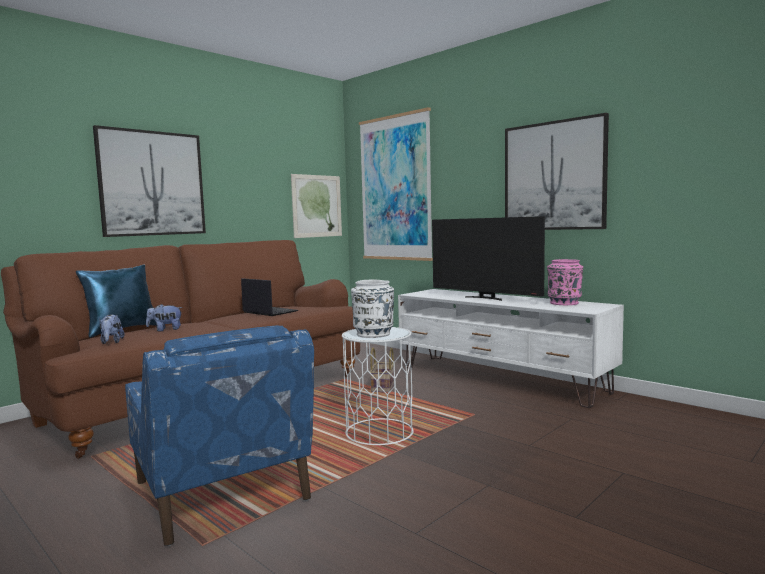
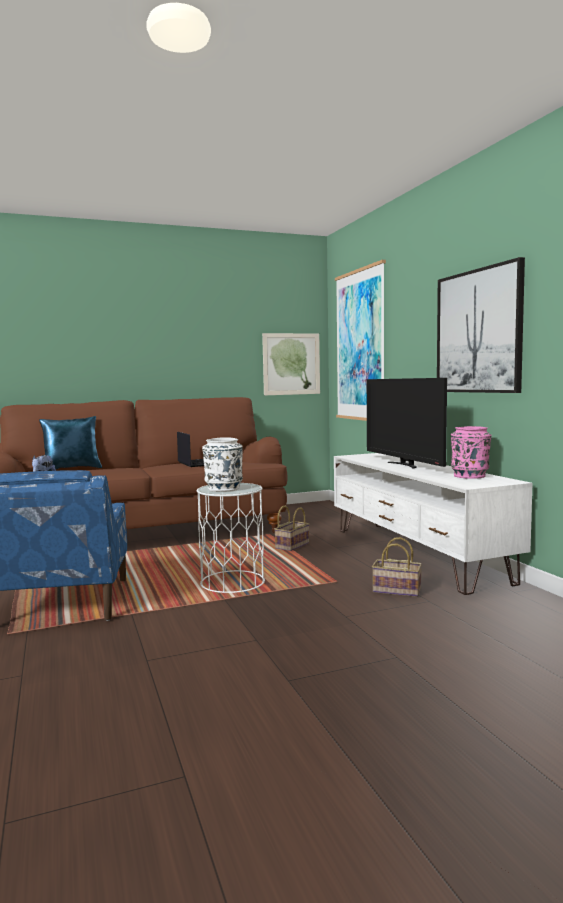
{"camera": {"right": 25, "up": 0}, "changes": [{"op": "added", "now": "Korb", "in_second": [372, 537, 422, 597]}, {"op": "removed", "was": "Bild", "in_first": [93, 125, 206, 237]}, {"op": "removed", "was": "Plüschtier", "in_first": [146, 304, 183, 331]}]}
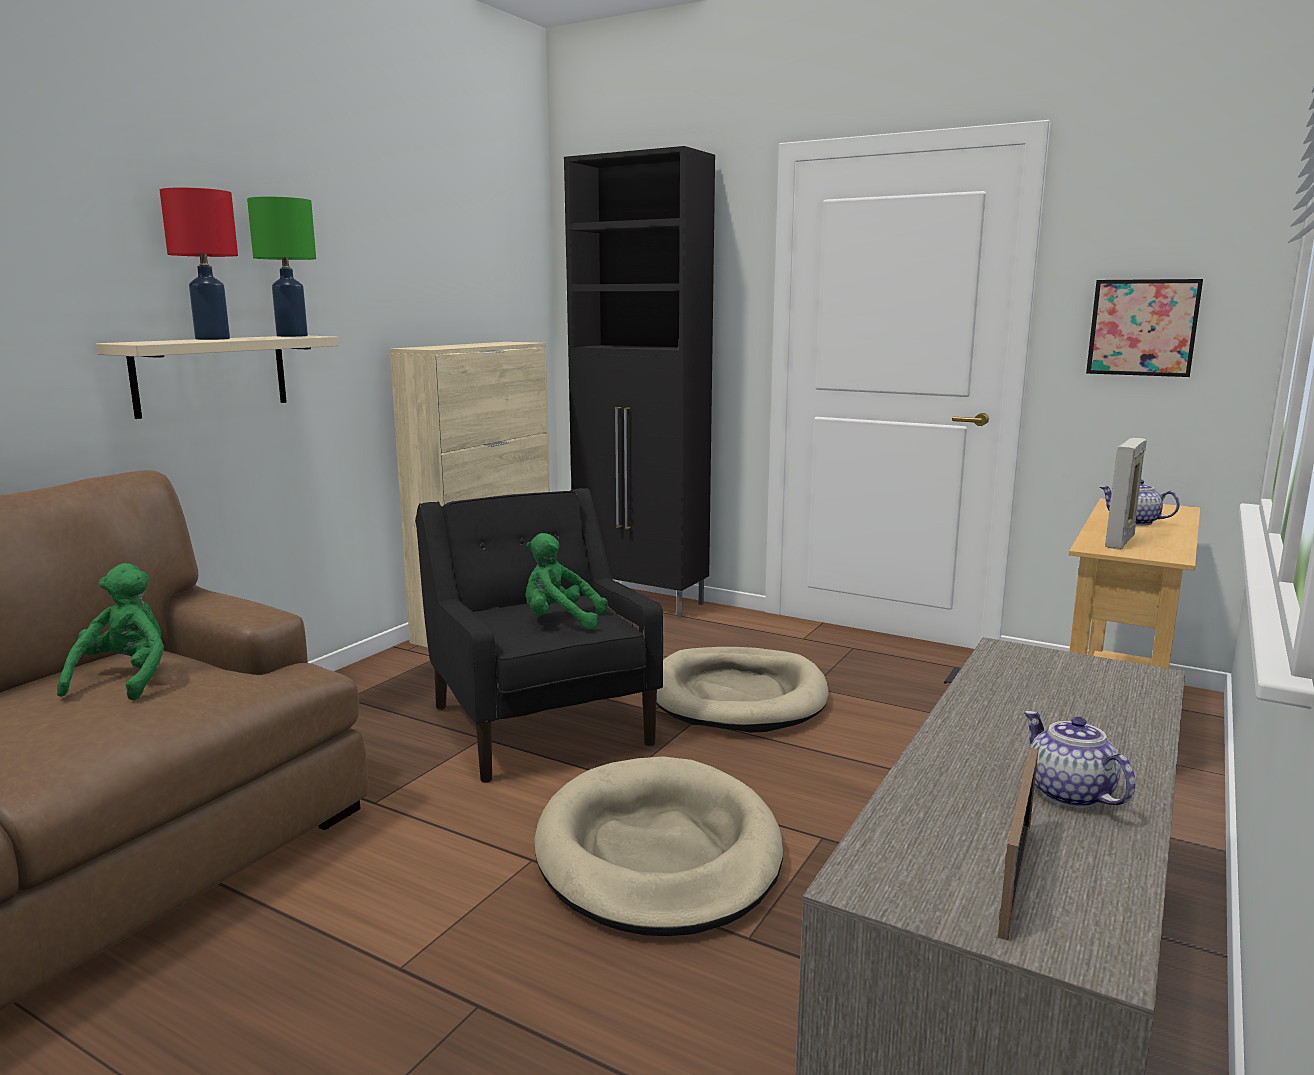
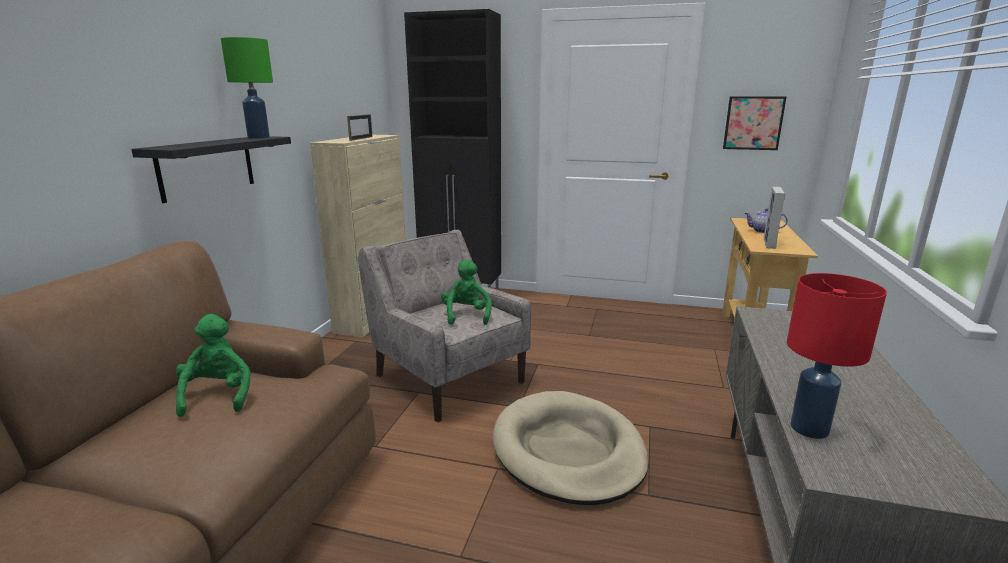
{"camera": {"right": -15, "up": 5}, "changes": [{"op": "recoloured", "was": "Wandregal [beige]", "now": "Wandregal [schwarz]", "in_first": [96, 336, 338, 419], "in_second": [131, 136, 291, 203]}, {"op": "moved", "was": "Bilderrahmen", "in_first": [998, 747, 1038, 940], "in_second": [347, 114, 373, 141]}, {"op": "recoloured", "was": "Sessel [schwarz]", "now": "Sessel [beige]", "in_first": [415, 488, 663, 783], "in_second": [357, 229, 531, 422]}, {"op": "turned", "was": "Plüschtier [grün]", "in_first": [525, 533, 608, 629], "in_second": [441, 259, 492, 325], "clockwise": 90}, {"op": "moved", "was": "Tischlampe [rot]", "in_first": [160, 188, 238, 340], "in_second": [787, 273, 887, 439]}, {"op": "removed", "was": "Hundebett [beige]", "in_first": [657, 647, 828, 733]}, {"op": "removed", "was": "Teekanne", "in_first": [1024, 711, 1135, 808]}]}
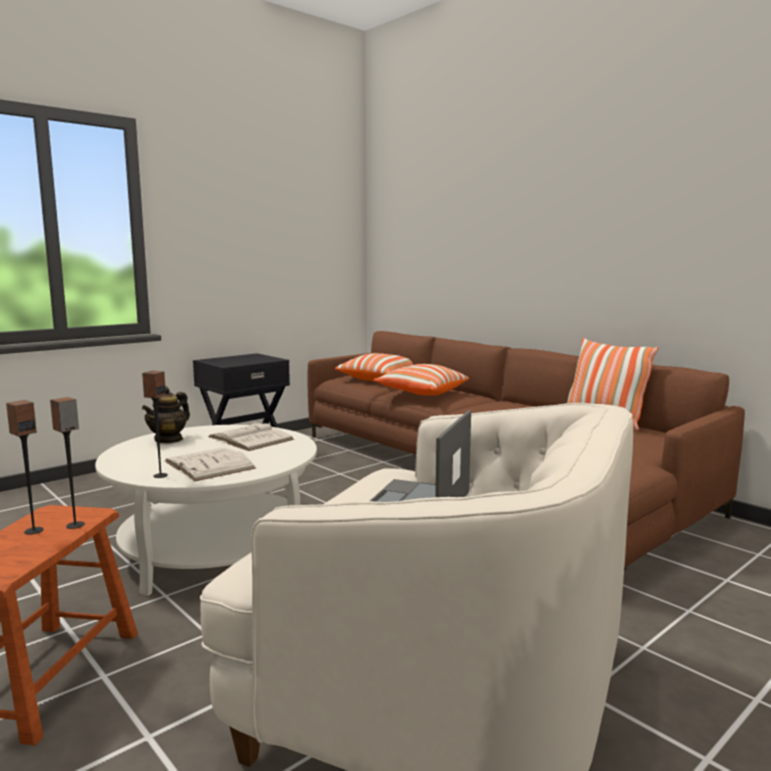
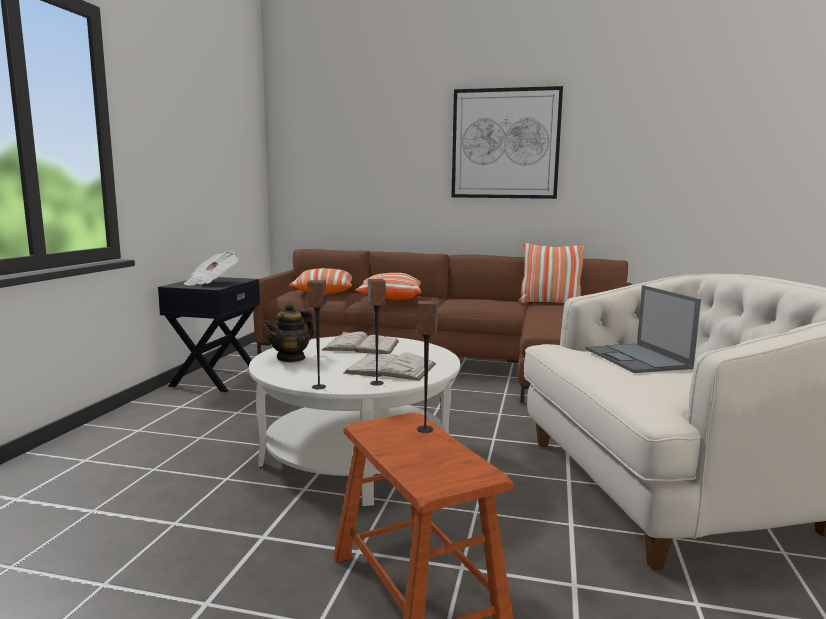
{"camera": {"right": -35, "up": 0}, "changes": [{"op": "added", "now": "Zeitung", "in_second": [184, 251, 239, 285]}, {"op": "turned", "was": "Teekanne", "in_first": [142, 386, 190, 443], "in_second": [264, 302, 314, 362], "clockwise": 45}, {"op": "moved", "was": "Lautsprecher", "in_first": [6, 400, 44, 535], "in_second": [307, 280, 326, 389]}, {"op": "added", "now": "Bild", "in_second": [451, 86, 563, 199]}]}
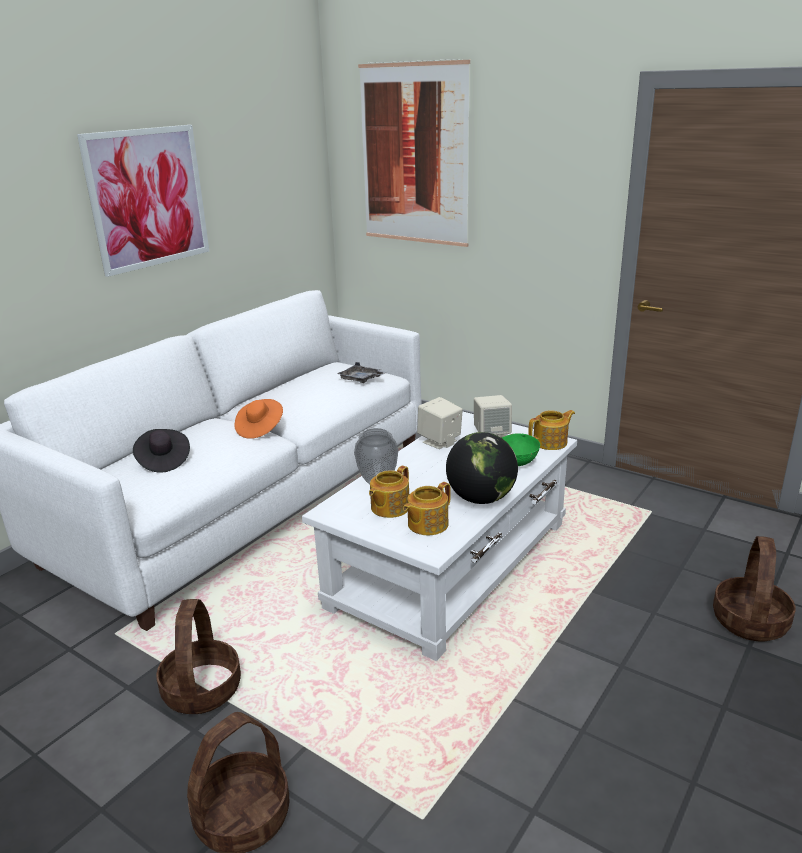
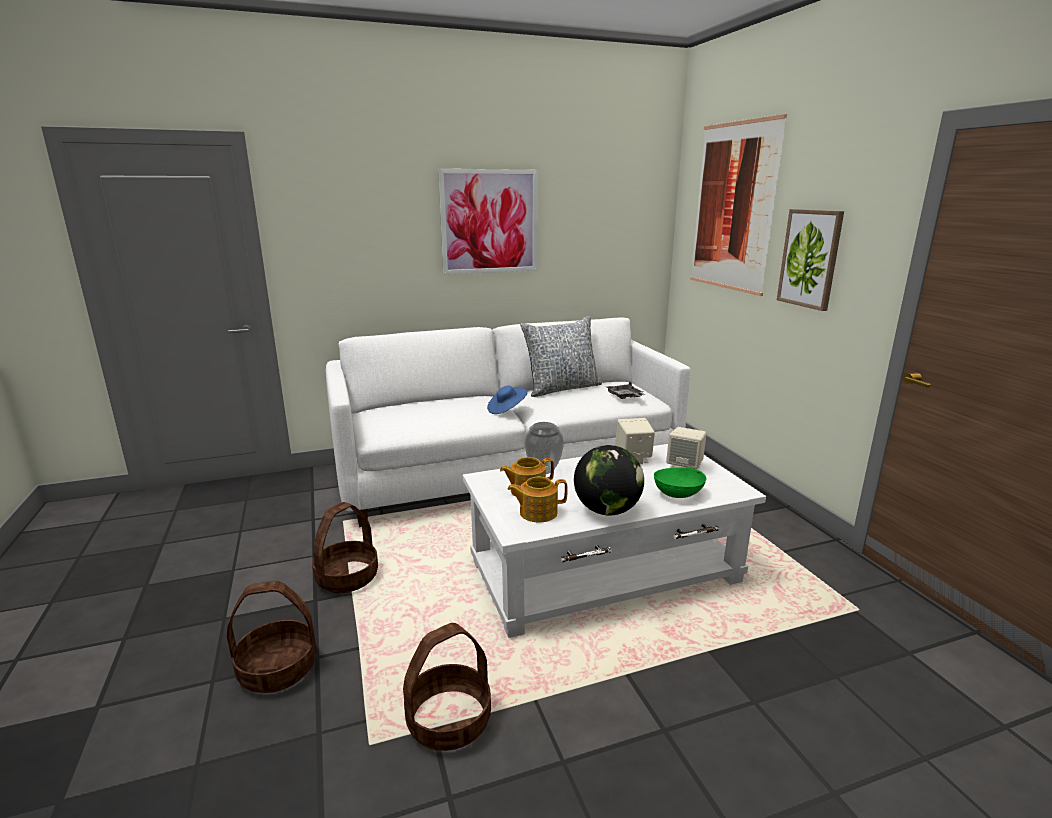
{"camera": {"right": 35, "up": -5}, "changes": [{"op": "moved", "was": "Korb", "in_first": [713, 536, 796, 641], "in_second": [403, 623, 491, 751]}, {"op": "recoloured", "was": "Hut [orange]", "now": "Hut [blau]", "in_first": [234, 399, 283, 439], "in_second": [487, 386, 527, 414]}, {"op": "added", "now": "Kissen", "in_second": [520, 316, 602, 397]}, {"op": "added", "now": "Bild", "in_second": [777, 209, 844, 311]}, {"op": "removed", "was": "Hut [schwarz]", "in_first": [133, 429, 190, 473]}, {"op": "removed", "was": "Teekanne", "in_first": [528, 410, 575, 450]}]}
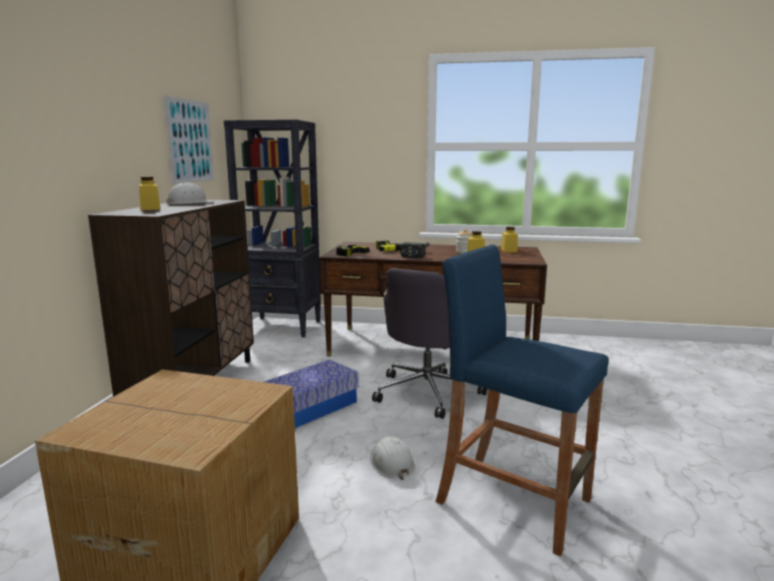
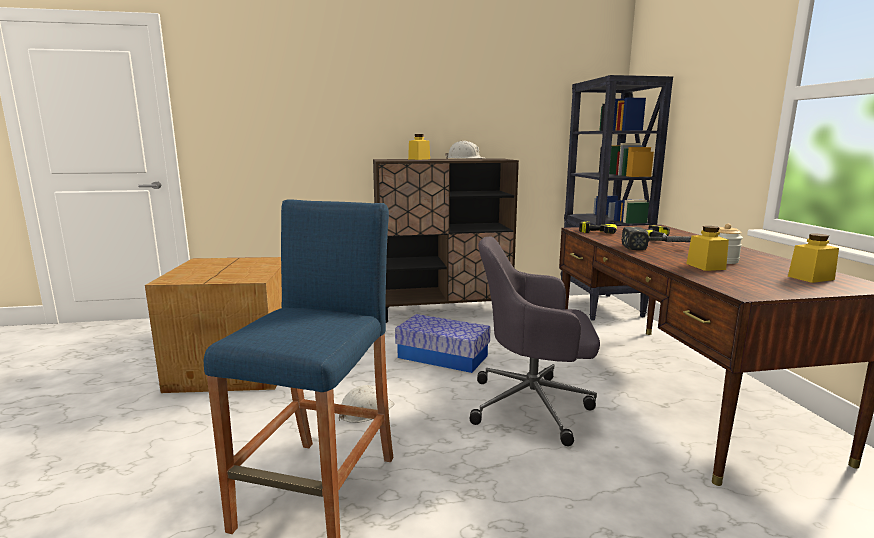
{"camera": {"right": 70, "up": 0}, "changes": [{"op": "removed", "was": "Bild", "in_first": [164, 95, 214, 184]}]}
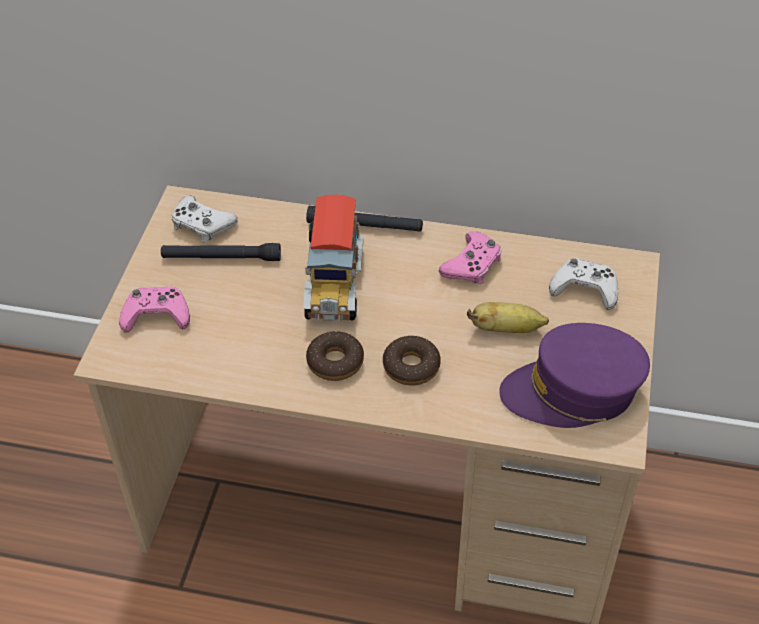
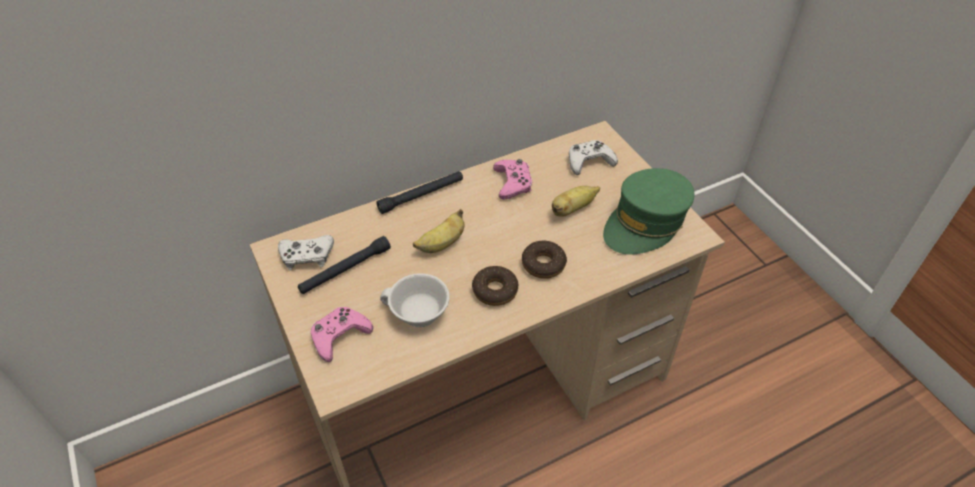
{"camera": {"right": -40, "up": 0}, "changes": [{"op": "added", "now": "Tasse [weiß]", "in_second": [380, 273, 450, 327]}, {"op": "replaced", "was": "Spielzeuglaster", "now": "Banane", "in_first": [303, 194, 363, 322], "in_second": [413, 209, 464, 253]}, {"op": "recoloured", "was": "Kappe [lila]", "now": "Kappe [grün]", "in_first": [499, 323, 650, 428], "in_second": [603, 168, 694, 255]}]}
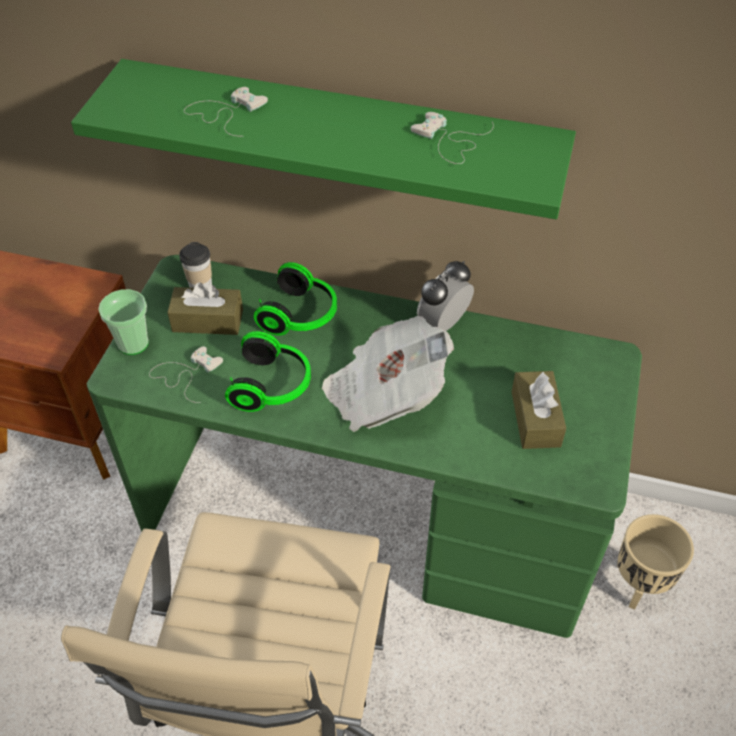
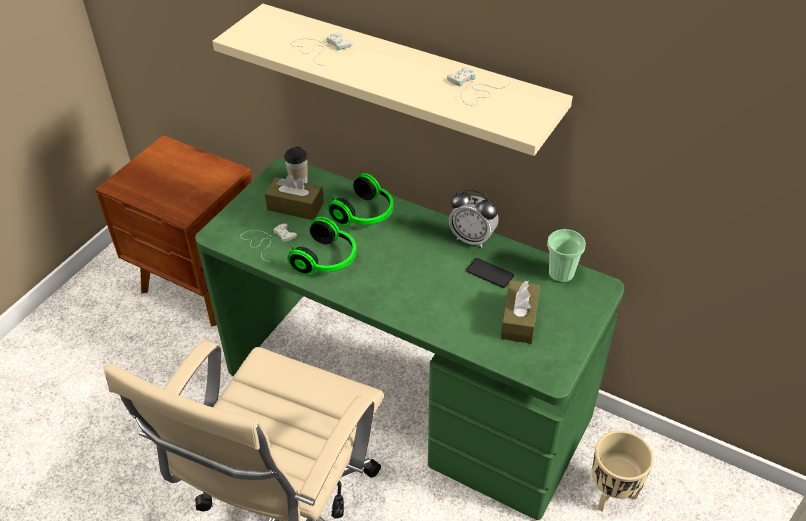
{"camera": {"right": 15, "up": -5}, "changes": [{"op": "recoloured", "was": "Wandregal [grün]", "now": "Wandregal [beige]", "in_first": [71, 59, 576, 219], "in_second": [212, 4, 573, 156]}, {"op": "turned", "was": "Wecker", "in_first": [417, 261, 474, 331], "in_second": [449, 189, 498, 248], "clockwise": -120}, {"op": "added", "now": "Handy", "in_second": [466, 258, 514, 288]}, {"op": "moved", "was": "Tasse", "in_first": [98, 289, 149, 355], "in_second": [547, 229, 586, 283]}, {"op": "removed", "was": "Zeitung", "in_first": [322, 316, 454, 432]}]}
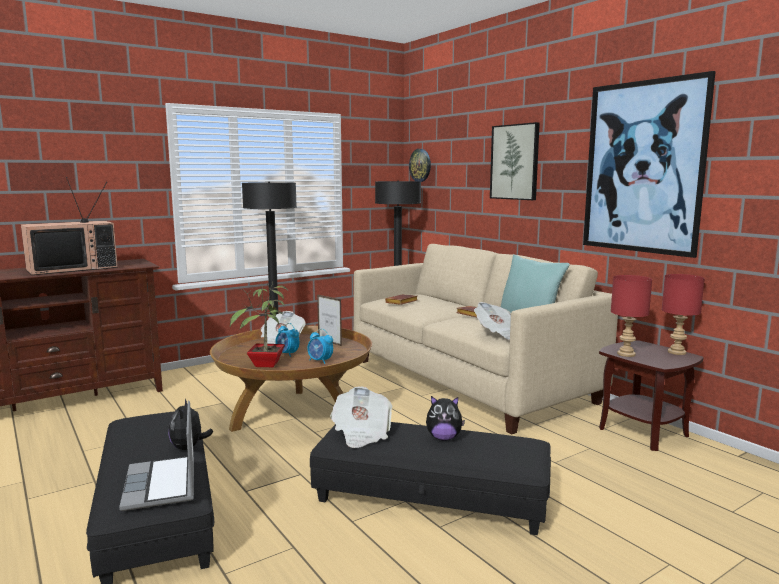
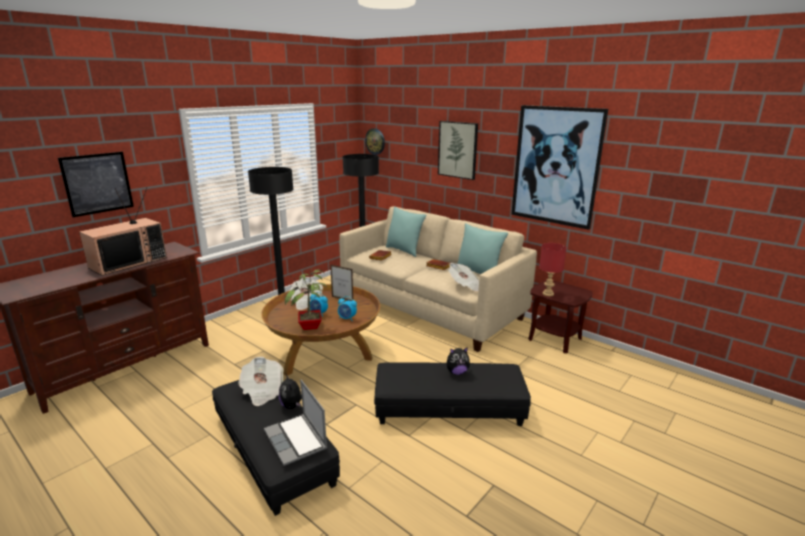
{"camera": {"right": -15, "up": 10}, "changes": [{"op": "added", "now": "Bild", "in_second": [58, 152, 134, 217]}, {"op": "moved", "was": "Zeitung", "in_first": [330, 387, 392, 448], "in_second": [238, 357, 284, 406]}, {"op": "added", "now": "Kissen [türkis]", "in_second": [386, 206, 427, 257]}, {"op": "removed", "was": "Tischlampe [rot]", "in_first": [662, 274, 705, 355]}]}
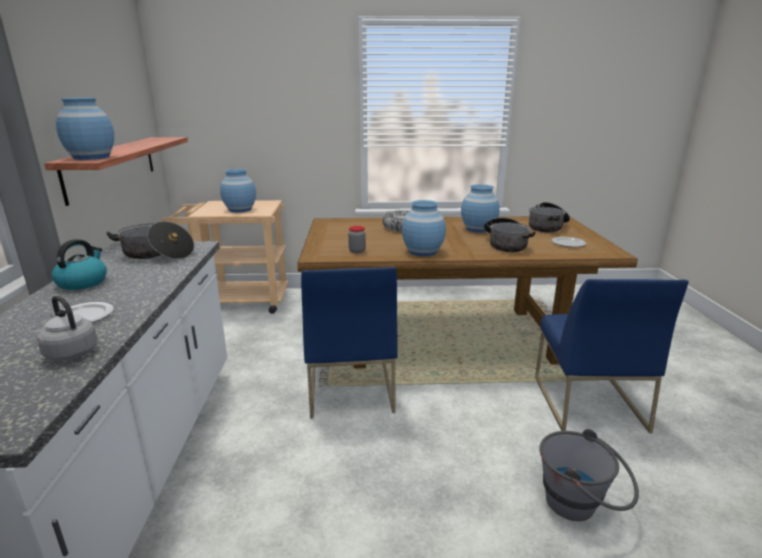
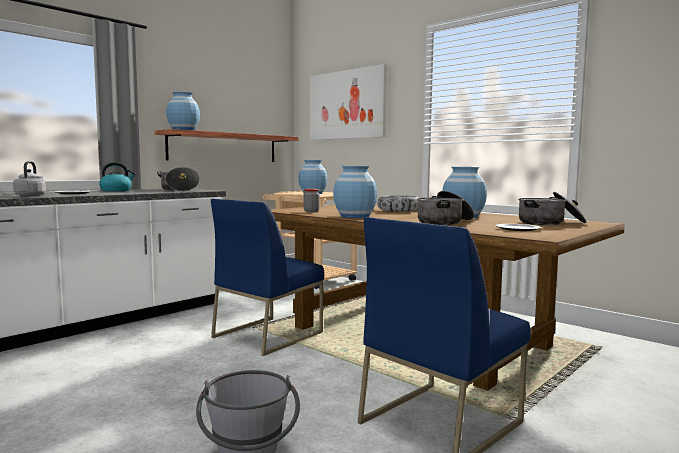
{"camera": {"right": 45, "up": -15}, "changes": [{"op": "added", "now": "Bild", "in_second": [310, 64, 387, 140]}]}
